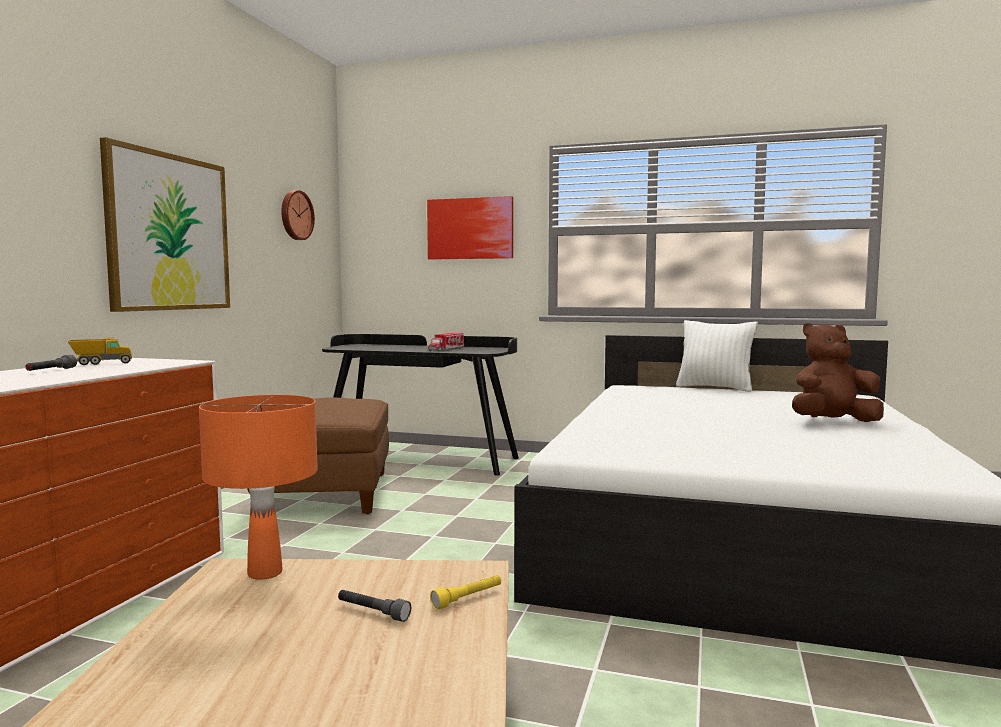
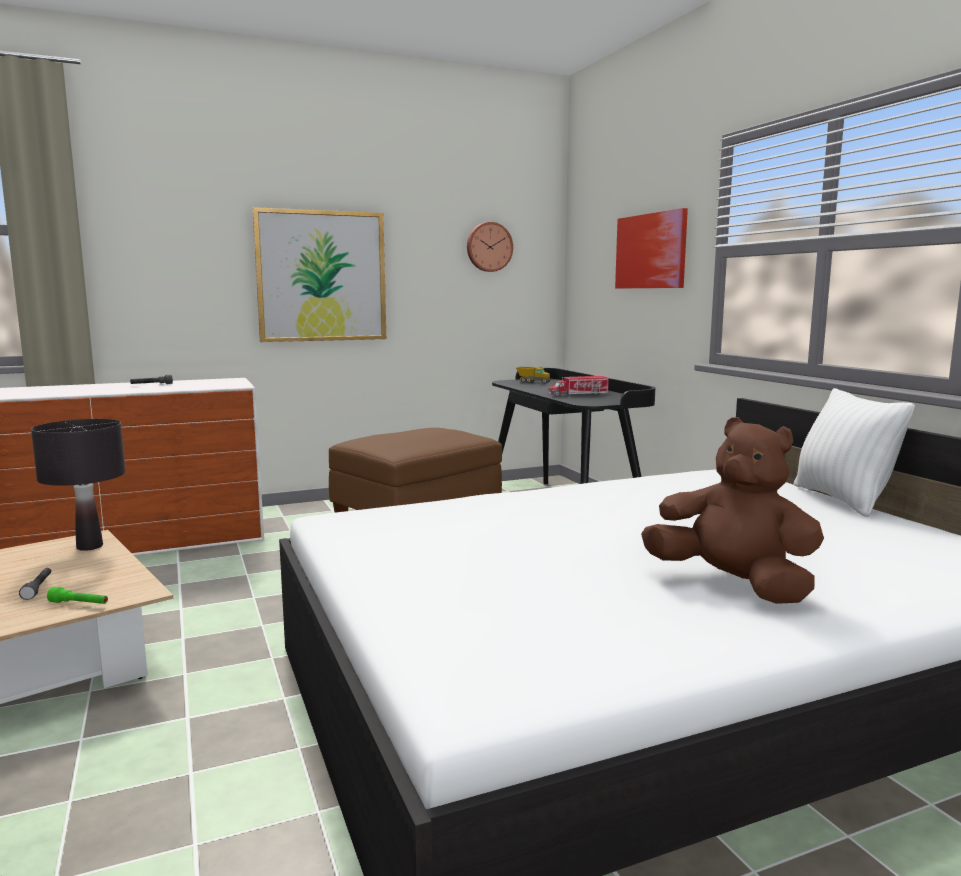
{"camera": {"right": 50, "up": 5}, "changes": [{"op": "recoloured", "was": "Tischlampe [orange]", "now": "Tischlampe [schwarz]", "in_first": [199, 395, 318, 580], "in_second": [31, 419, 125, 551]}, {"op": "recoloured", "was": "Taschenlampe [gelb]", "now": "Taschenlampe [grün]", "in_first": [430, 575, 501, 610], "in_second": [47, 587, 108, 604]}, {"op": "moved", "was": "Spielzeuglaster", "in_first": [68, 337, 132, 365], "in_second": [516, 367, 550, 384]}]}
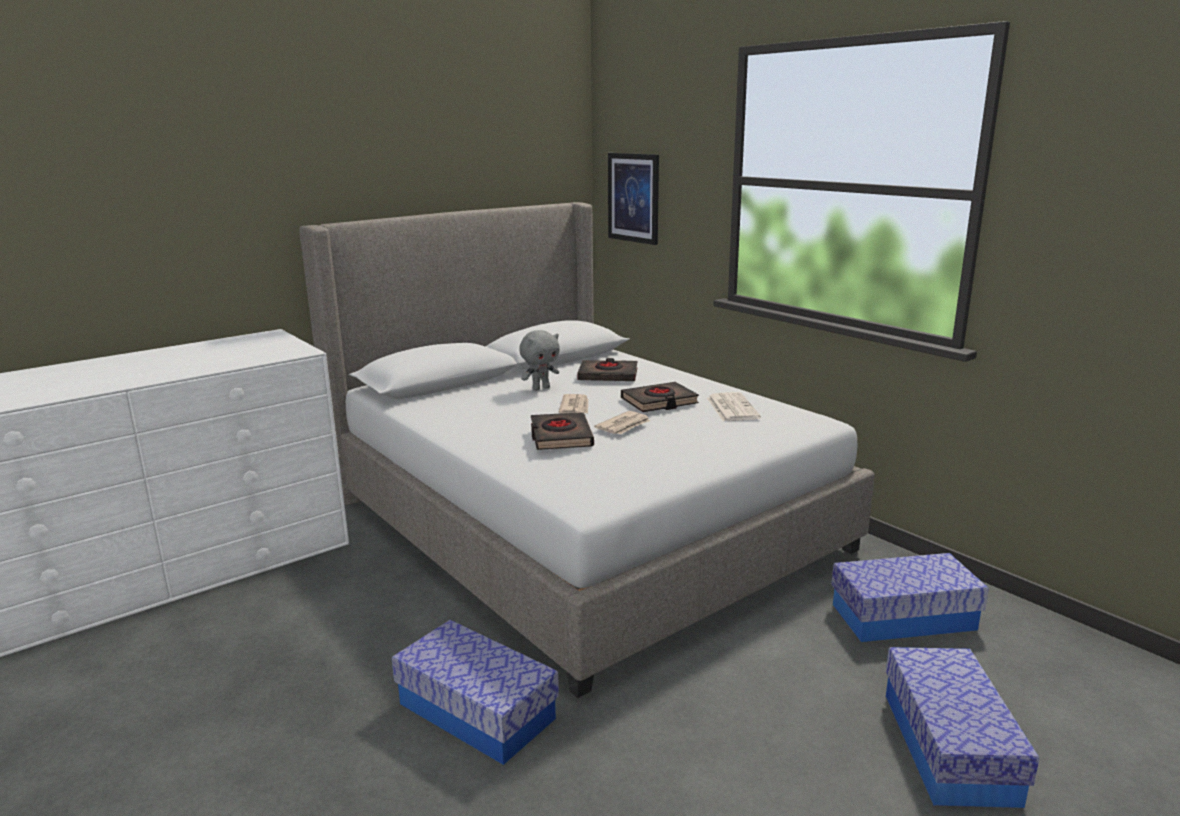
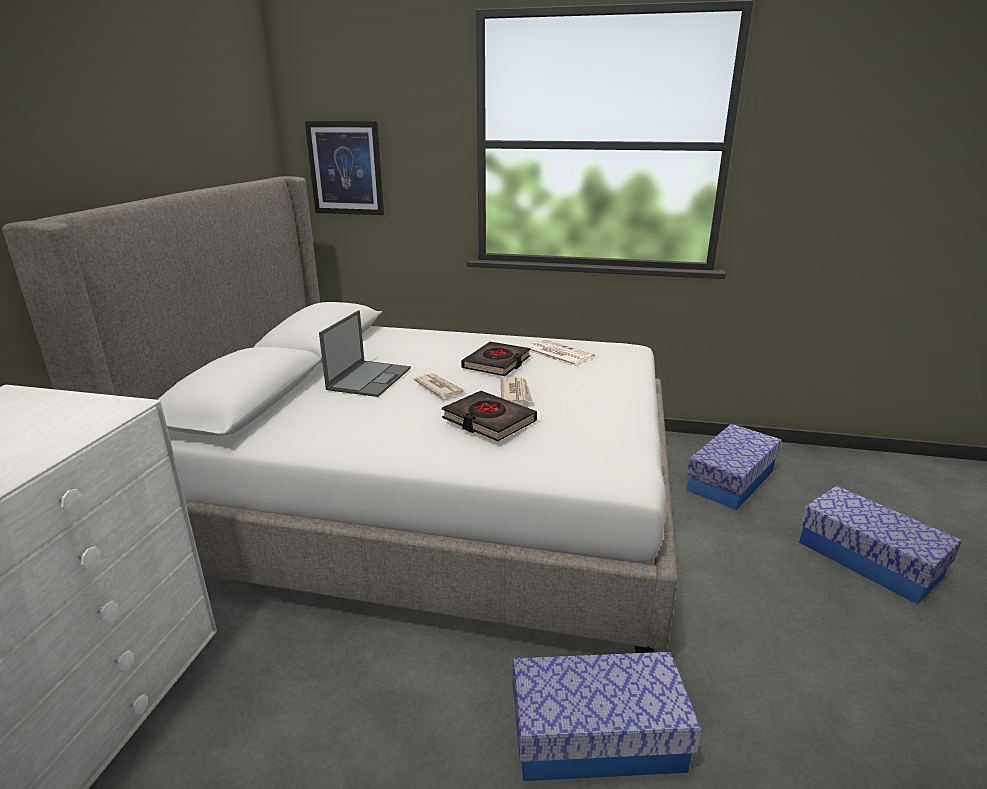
{"camera": {"right": -40, "up": 5}, "changes": [{"op": "replaced", "was": "Plüschtier [grau]", "now": "Laptop", "in_first": [519, 330, 560, 391], "in_second": [319, 310, 411, 397]}, {"op": "removed", "was": "Buch [schwarz]", "in_first": [577, 358, 637, 381]}]}
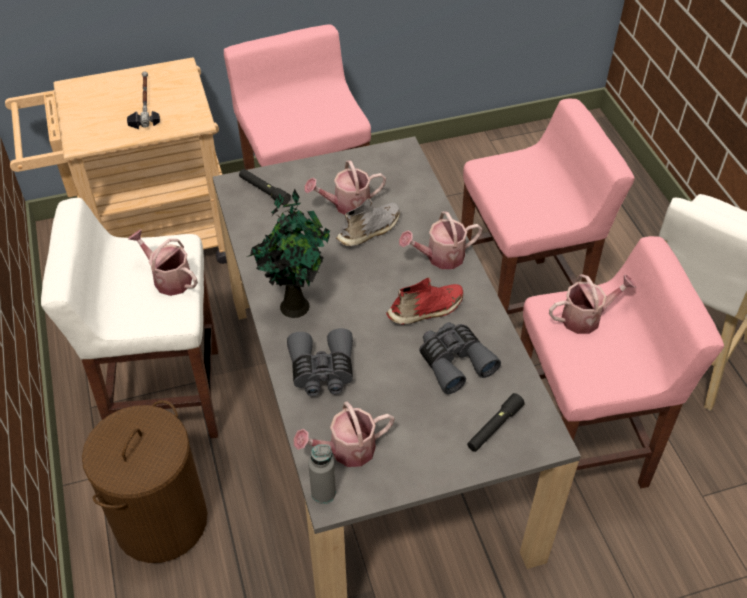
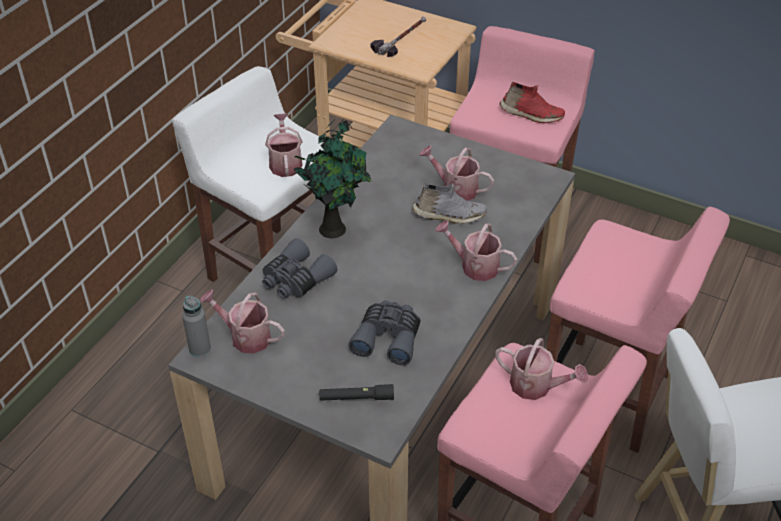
{"camera": {"right": 45, "up": -5}, "changes": [{"op": "moved", "was": "Schuh [rot]", "in_first": [386, 277, 463, 325], "in_second": [500, 82, 565, 123]}, {"op": "removed", "was": "Wäschekorb [braun]", "in_first": [82, 400, 207, 563]}, {"op": "removed", "was": "Taschenlampe [schwarz]", "in_first": [239, 169, 291, 206]}]}
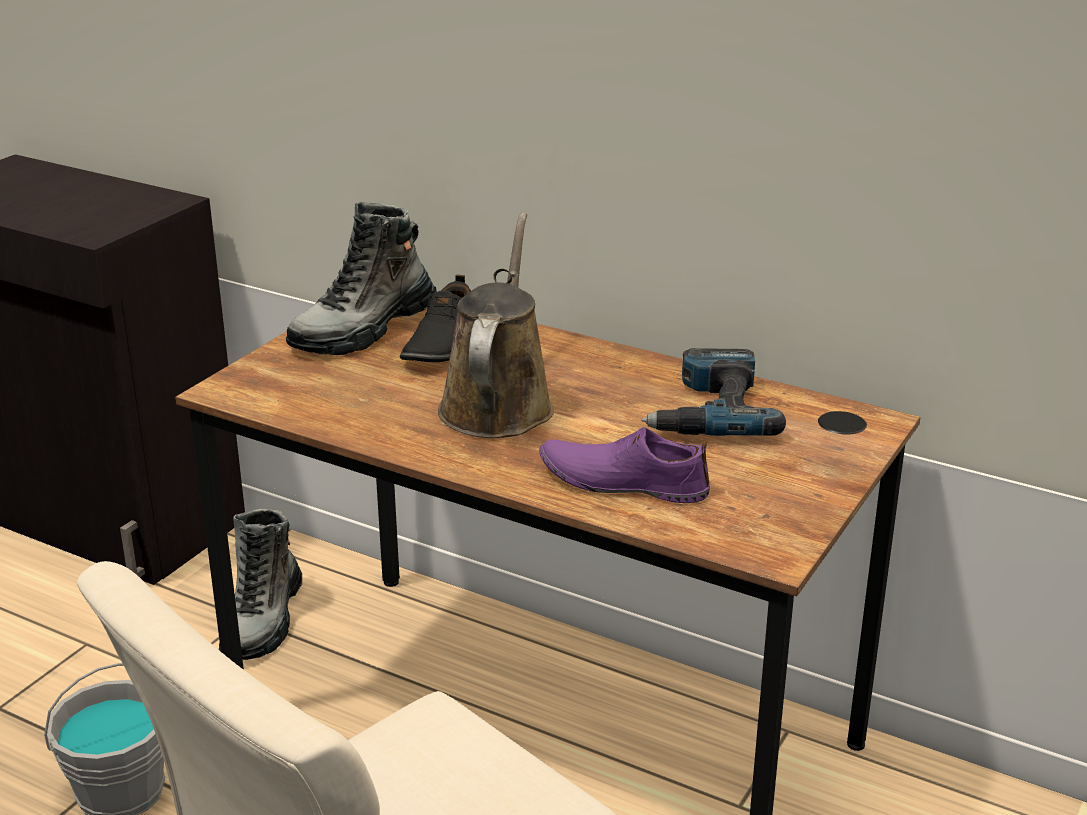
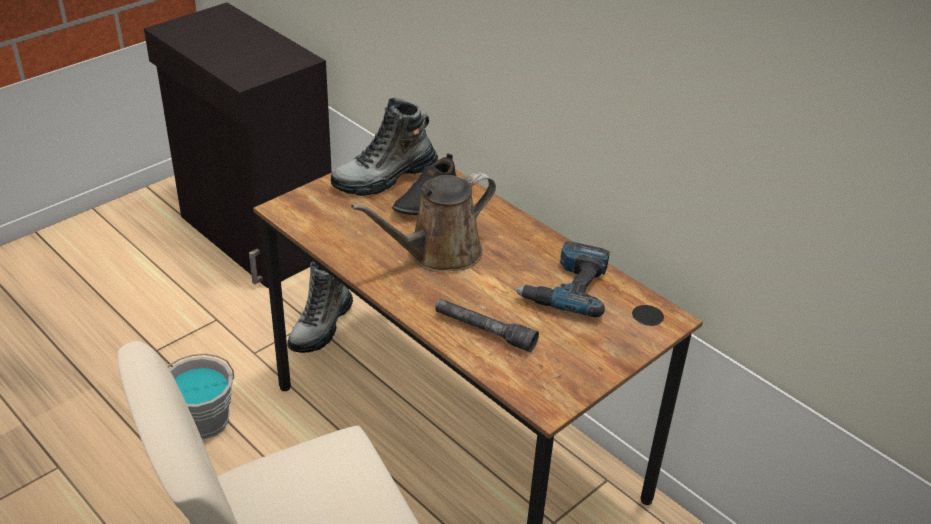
{"camera": {"right": 15, "up": 10}, "changes": [{"op": "turned", "was": "Gießkanne [braun]", "in_first": [438, 213, 554, 438], "in_second": [351, 172, 496, 272], "clockwise": -150}, {"op": "replaced", "was": "Schuh [lila]", "now": "Taschenlampe [grau]", "in_first": [539, 427, 710, 503], "in_second": [435, 299, 539, 352]}]}
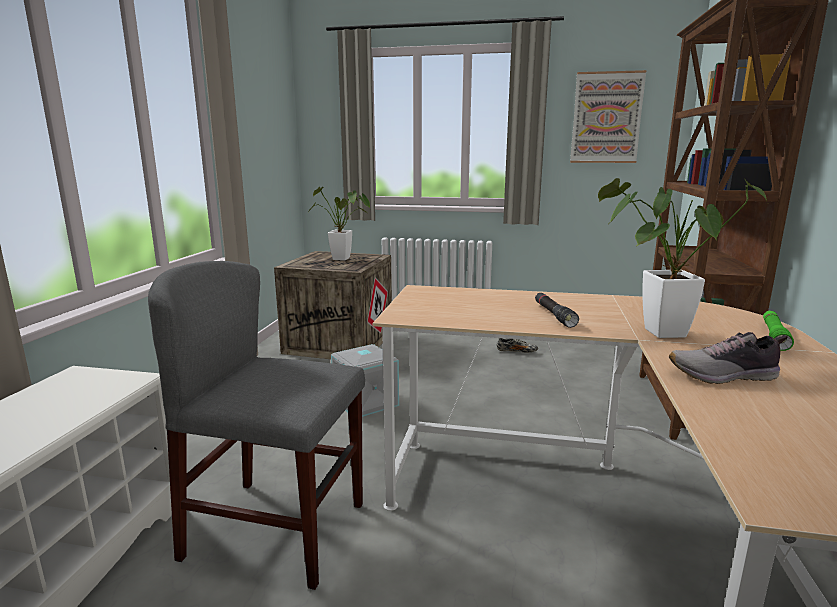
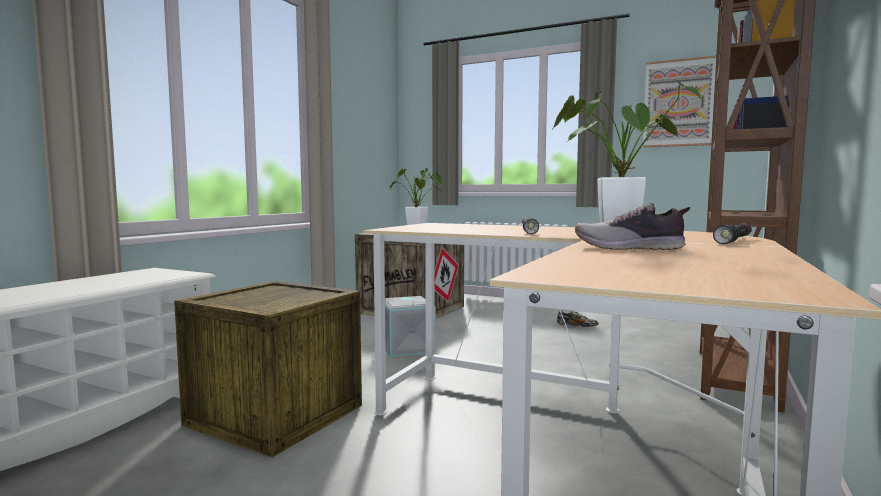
{"camera": {"right": 15, "up": -10}, "changes": [{"op": "replaced", "was": "Stuhl [grau]", "now": "Kiste", "in_first": [148, 261, 365, 590], "in_second": [174, 281, 362, 457]}, {"op": "recoloured", "was": "Taschenlampe [grün]", "now": "Taschenlampe [schwarz]", "in_first": [763, 311, 794, 351], "in_second": [713, 223, 752, 244]}]}
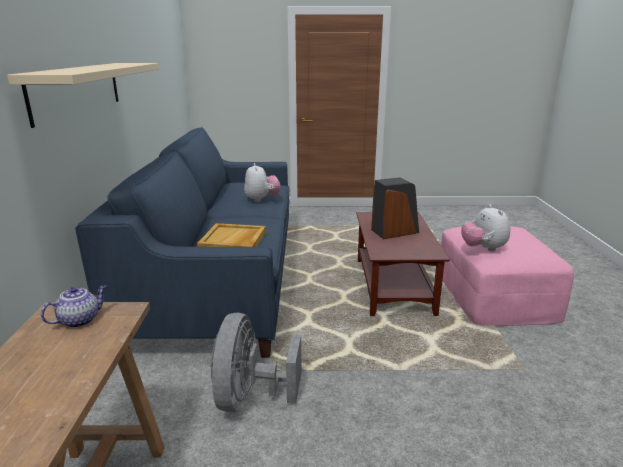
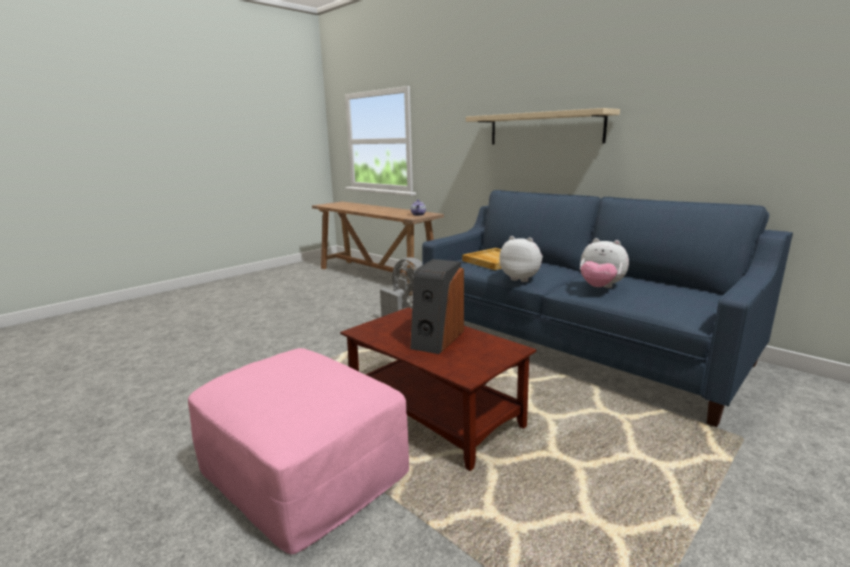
{"camera": {"right": 135, "up": -5}, "changes": [{"op": "moved", "was": "Plüschtier", "in_first": [461, 204, 510, 251], "in_second": [499, 236, 543, 282]}]}
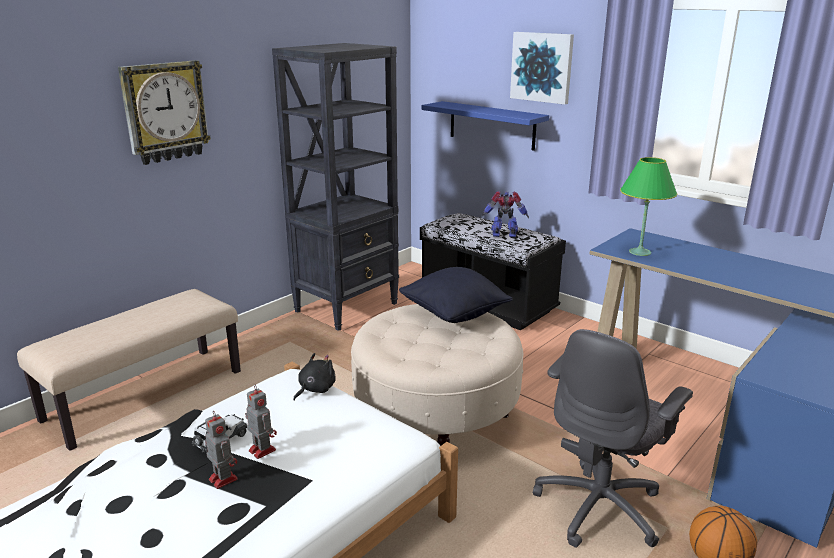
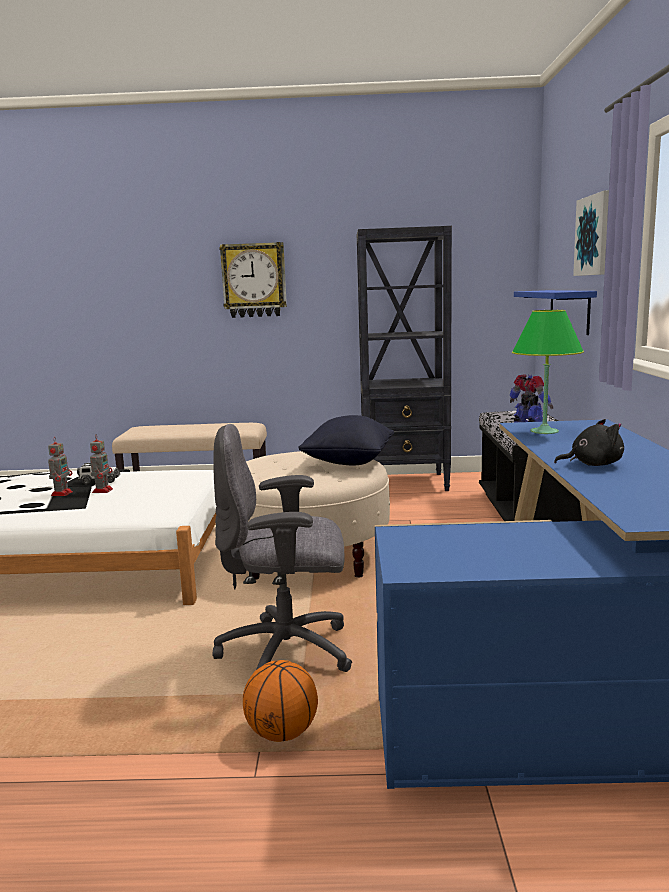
{"camera": {"right": 50, "up": -10}, "changes": [{"op": "moved", "was": "Plüschtier [schwarz]", "in_first": [293, 353, 336, 401], "in_second": [554, 419, 624, 466]}]}
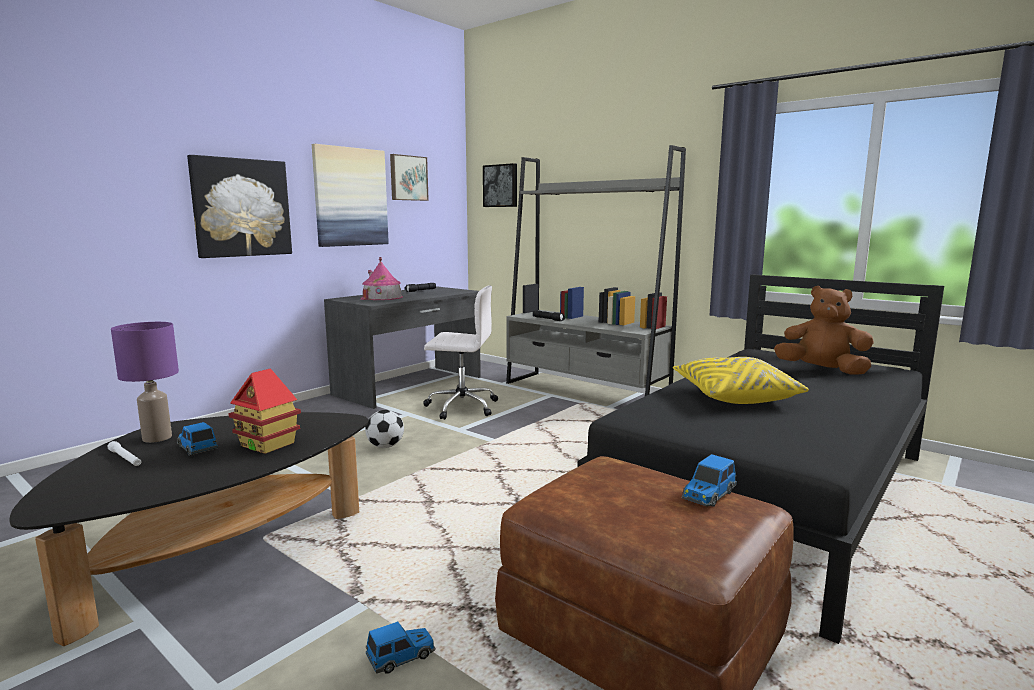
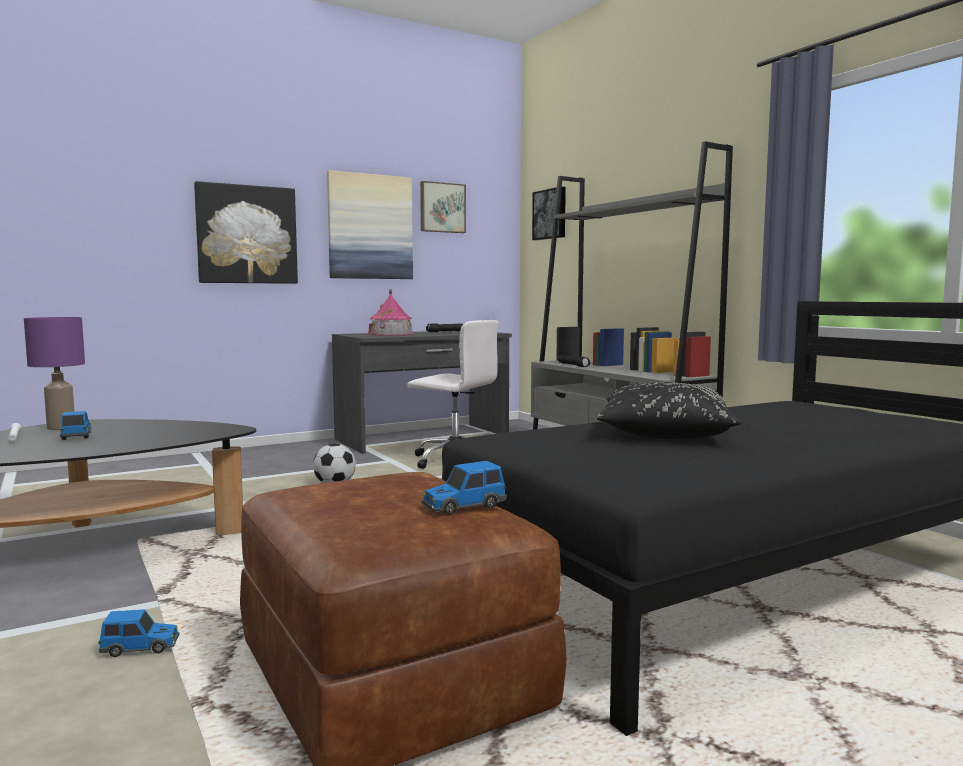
{"camera": {"right": 20, "up": -5}, "changes": [{"op": "recoloured", "was": "Kissen [gelb]", "now": "Kissen [schwarz]", "in_first": [673, 357, 809, 404], "in_second": [596, 382, 741, 439]}, {"op": "removed", "was": "Spielzeughaus", "in_first": [228, 369, 301, 454]}, {"op": "removed", "was": "Plüschtier [braun]", "in_first": [774, 286, 874, 375]}]}
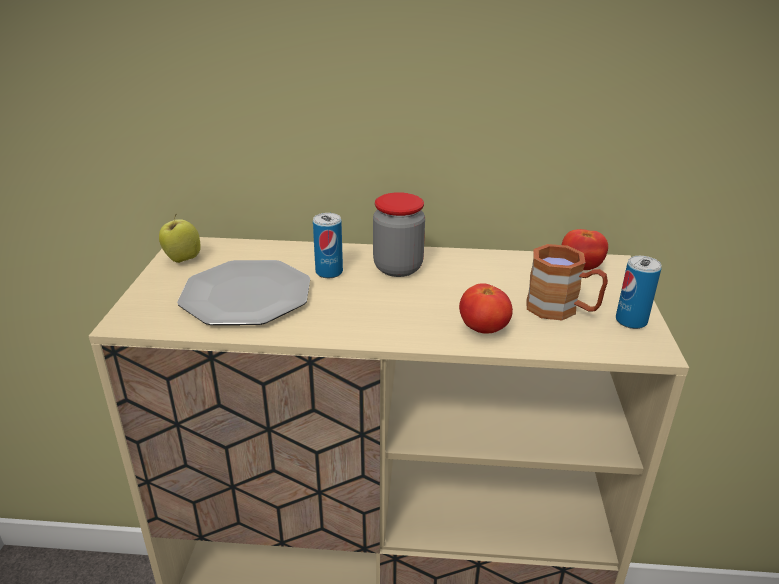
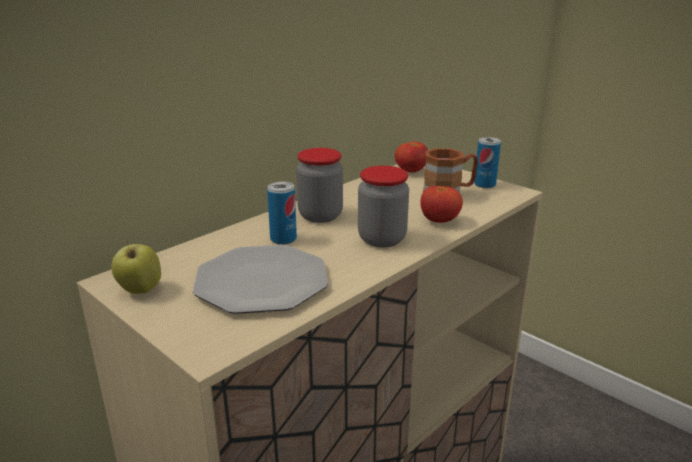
{"camera": {"right": -50, "up": -5}, "changes": [{"op": "added", "now": "Vorratsglas", "in_second": [358, 165, 409, 248]}]}
